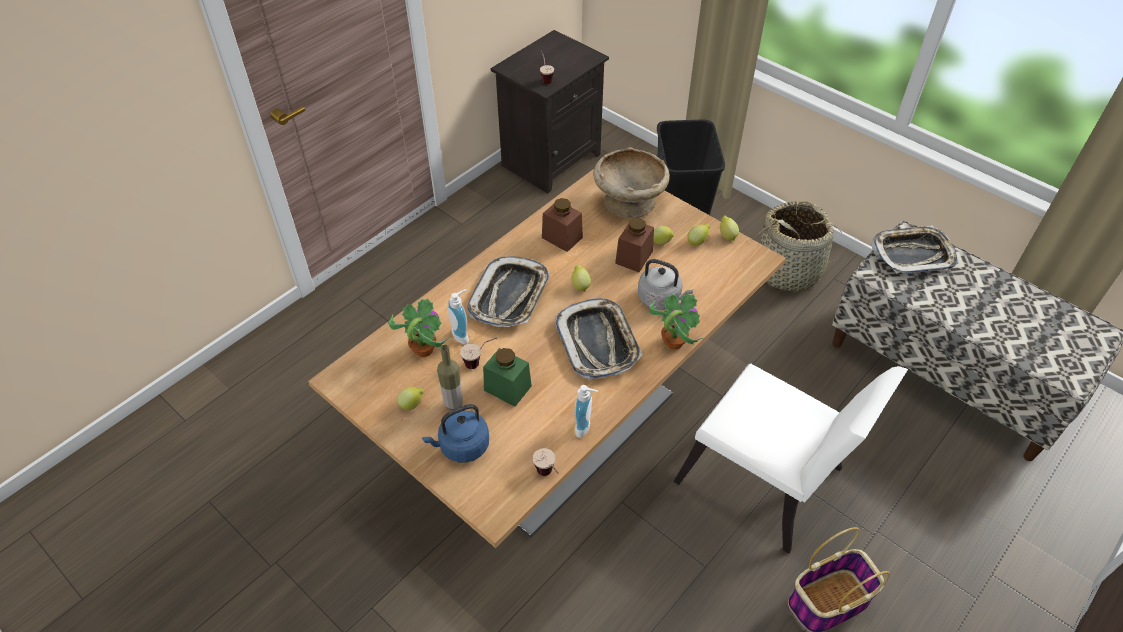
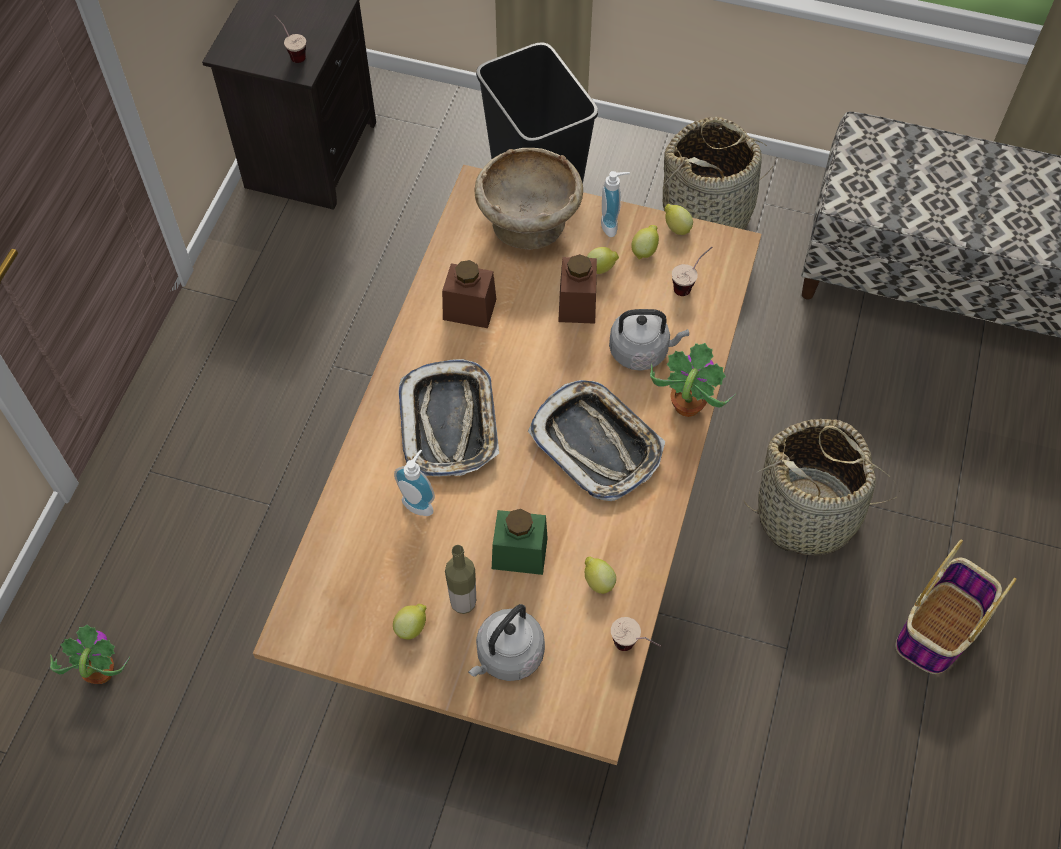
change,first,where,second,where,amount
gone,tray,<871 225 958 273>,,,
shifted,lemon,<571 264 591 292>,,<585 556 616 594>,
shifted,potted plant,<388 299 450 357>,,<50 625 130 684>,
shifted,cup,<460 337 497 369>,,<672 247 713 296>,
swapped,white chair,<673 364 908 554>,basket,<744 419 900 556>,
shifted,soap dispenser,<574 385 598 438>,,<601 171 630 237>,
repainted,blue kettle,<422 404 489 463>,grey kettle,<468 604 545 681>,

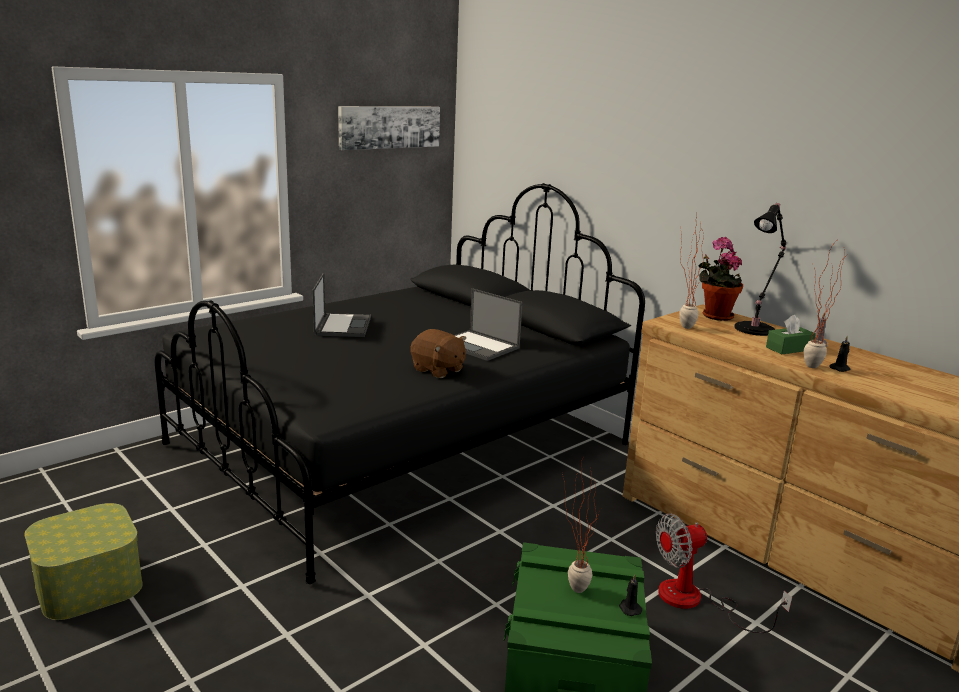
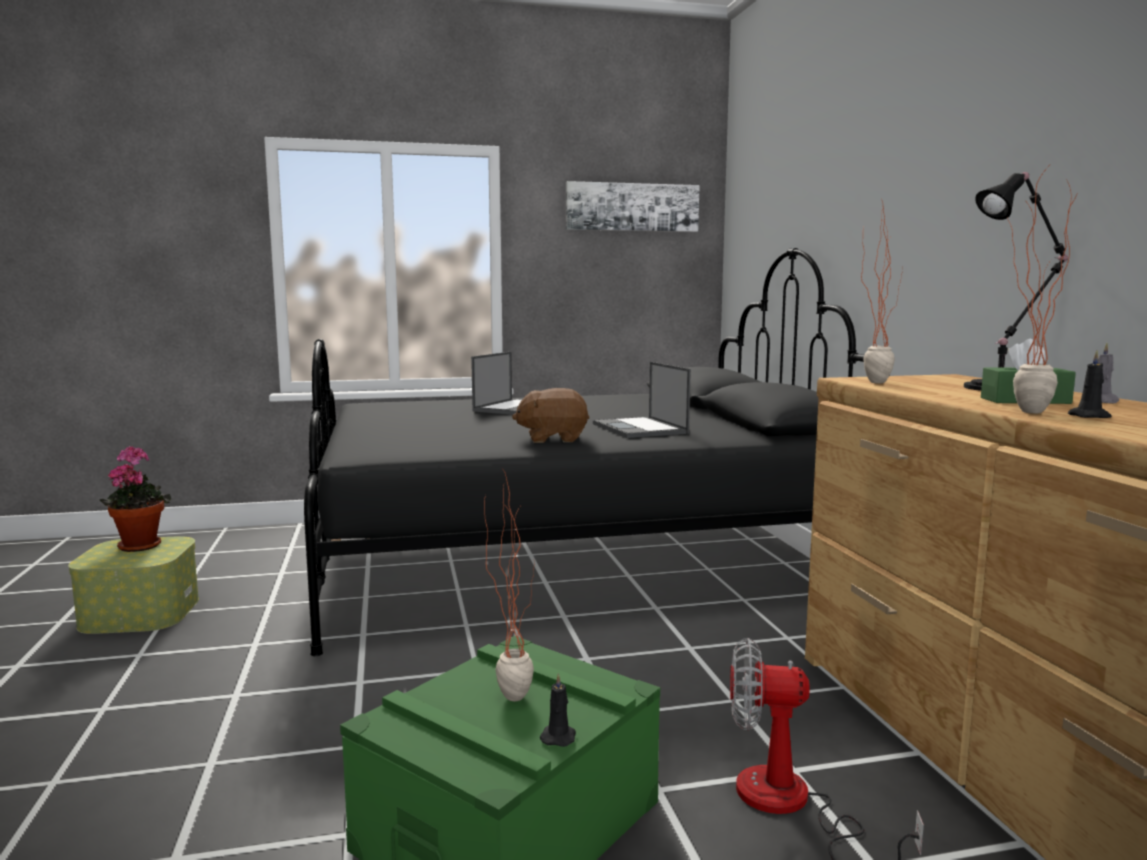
change,first,where,second,where,amount
shifted,potted plant,<699 237 743 321>,,<100 446 171 552>,
rotated,brown plush toy,<410 329 466 378>,,<512 388 589 443>,105 degrees clockwise

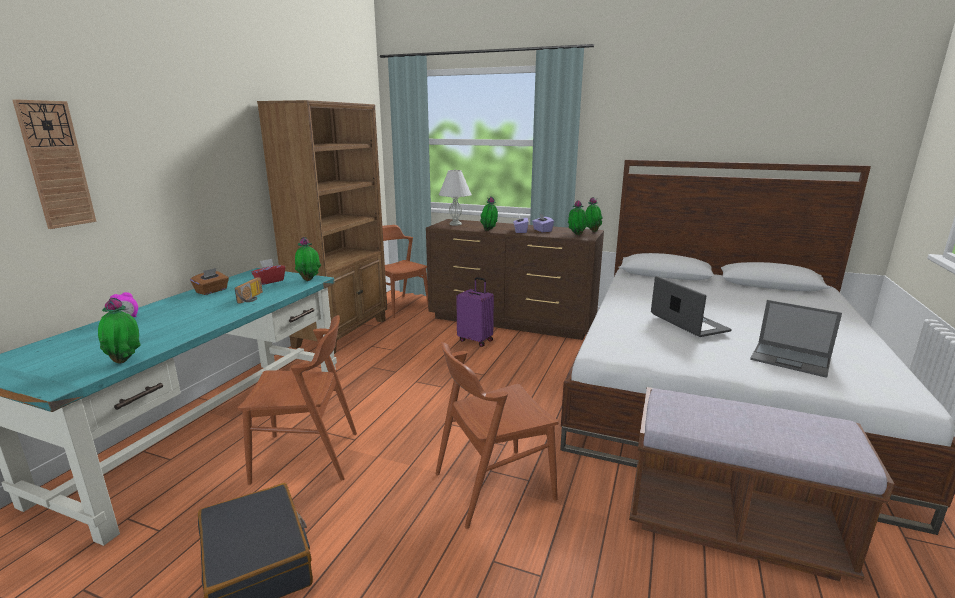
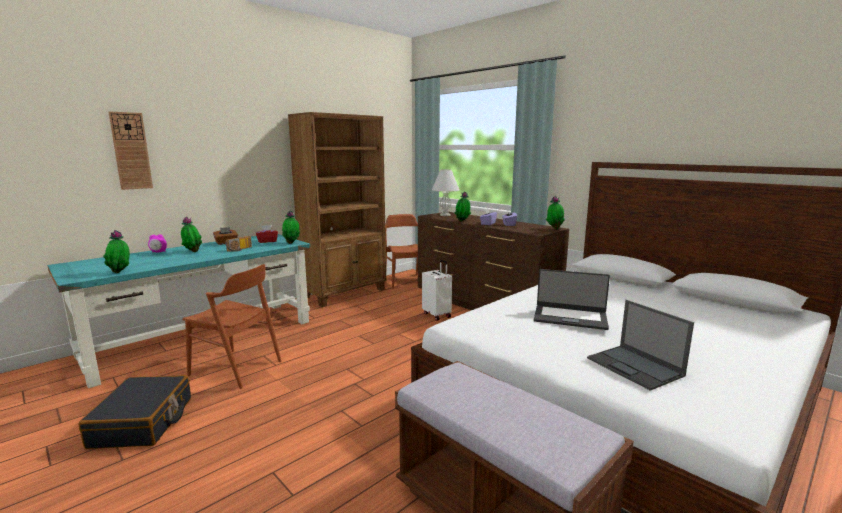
change,first,where,second,where,amount
shifted,potted plant,<568 200 587 235>,,<181 217 202 252>,
rotated,laptop,<651 276 732 337>,,<534 269 610 330>,105 degrees clockwise
repainted,purple suitcase,<456 277 494 347>,white suitcase,<422 260 452 321>,
gone,brown chair,<435 342 559 529>,,,

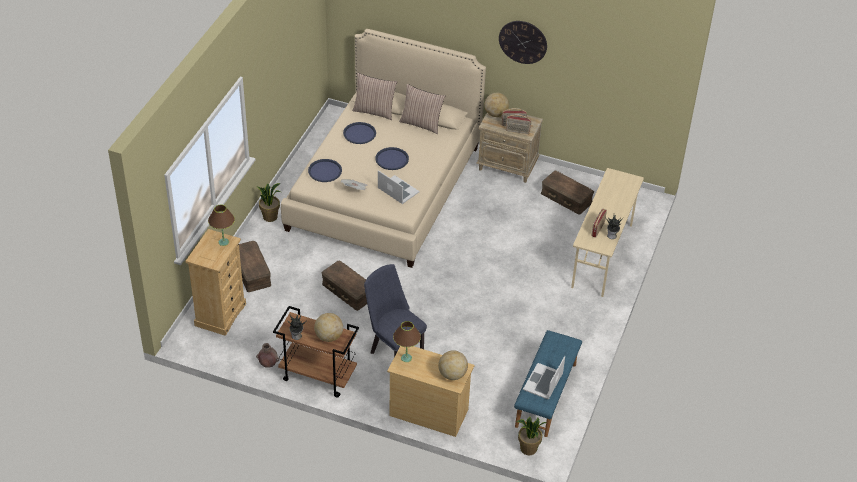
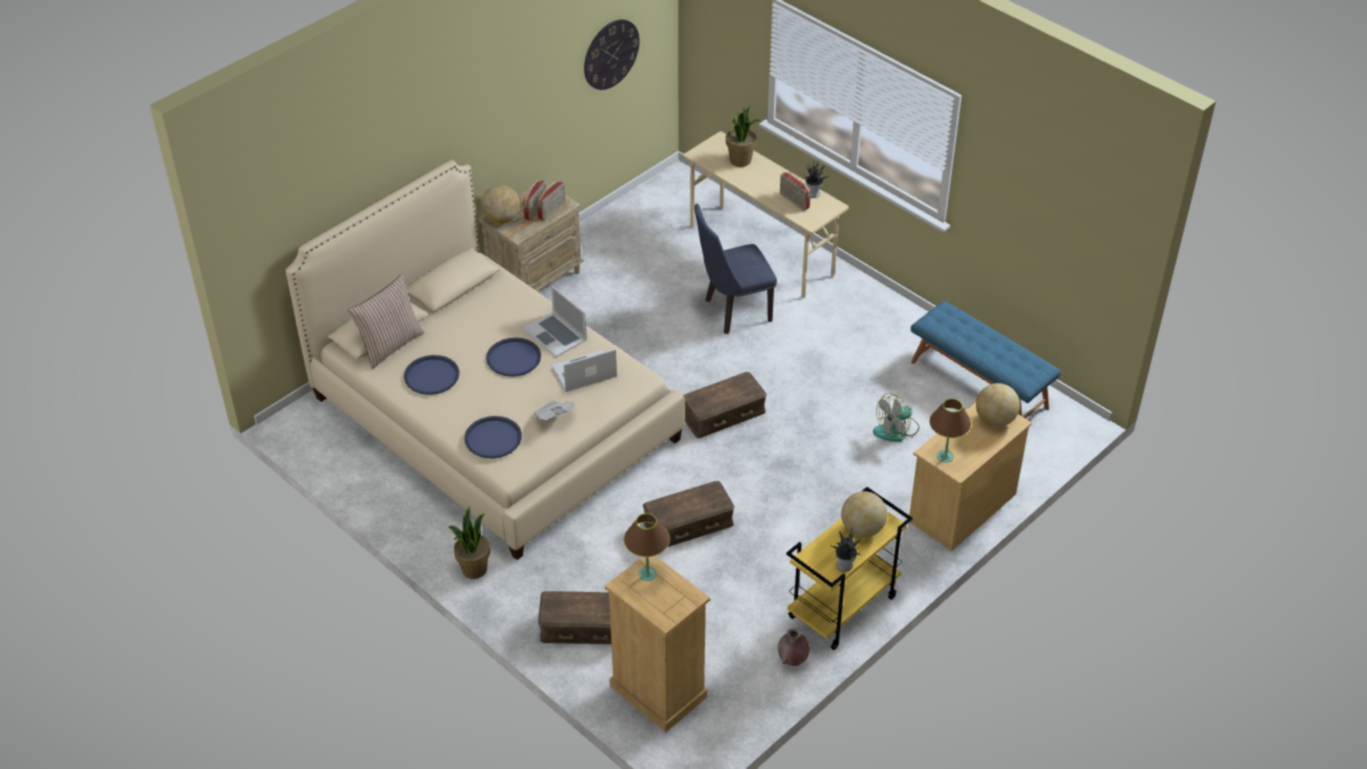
change,first,where,second,where,amount
shifted,wall clock,<499 21 547 64>,,<584 19 640 90>,
gone,pillow,<399 84 445 134>,,,
shifted,brown storage box,<541 171 594 215>,,<683 372 767 438>,
shifted,blue chair,<364 264 427 357>,,<694 204 777 334>,
repainted,brown cart,<273 306 359 398>,yellow cart,<786 487 913 650>,
shifted,laptop,<523 356 565 400>,,<523 285 587 358>,
shifted,potted plant,<516 417 547 456>,,<726 105 762 167>,
new,,,fan,<873 393 919 442>,

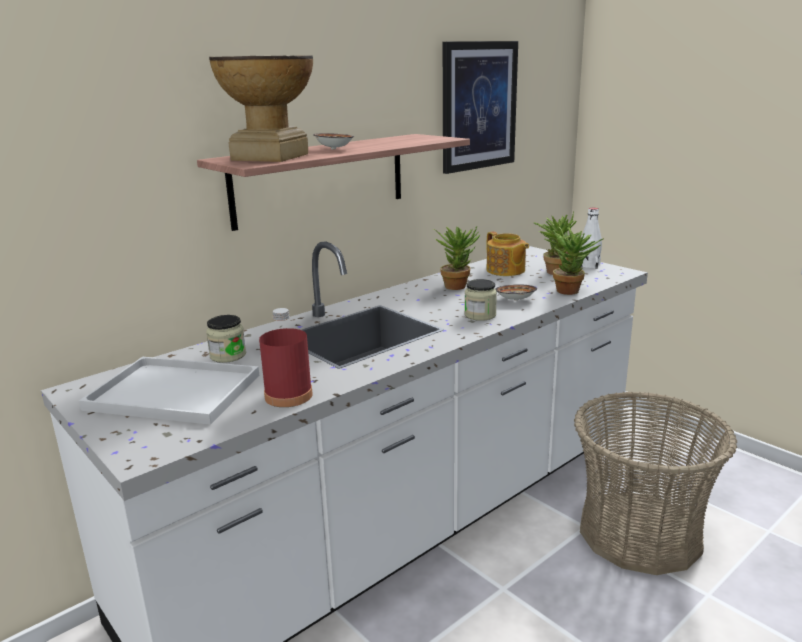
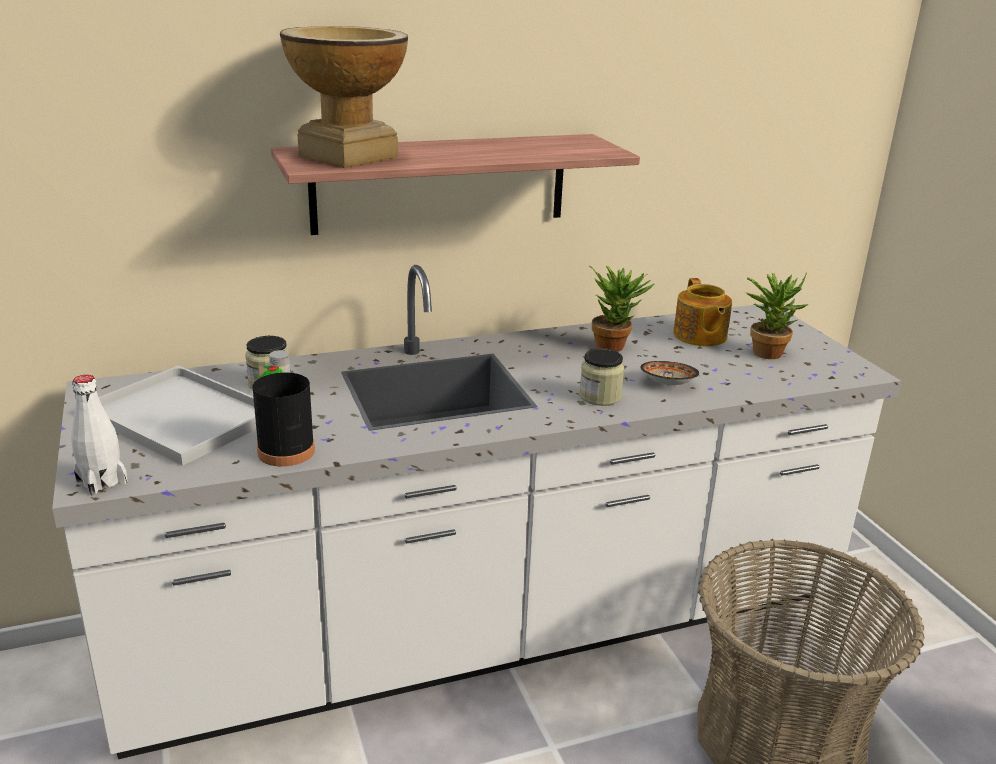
change,first,where,second,where,amount
gone,picture,<443 41 518 174>,,,
gone,bowl,<313 133 354 149>,,,
shifted,white bottle,<580 208 602 269>,,<71 375 128 495>,
gone,potted plant,<553 227 604 295>,,,
repainted,red bottle,<259 308 313 407>,black bottle,<252 350 315 467>,

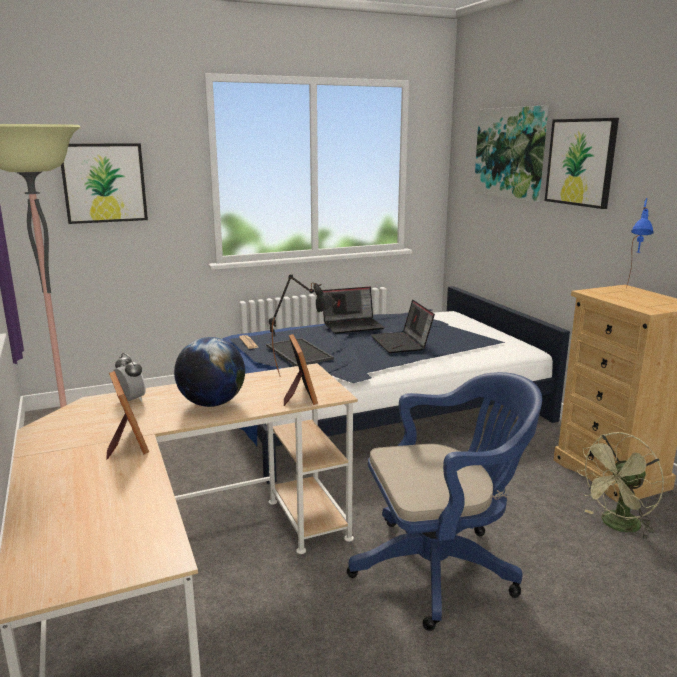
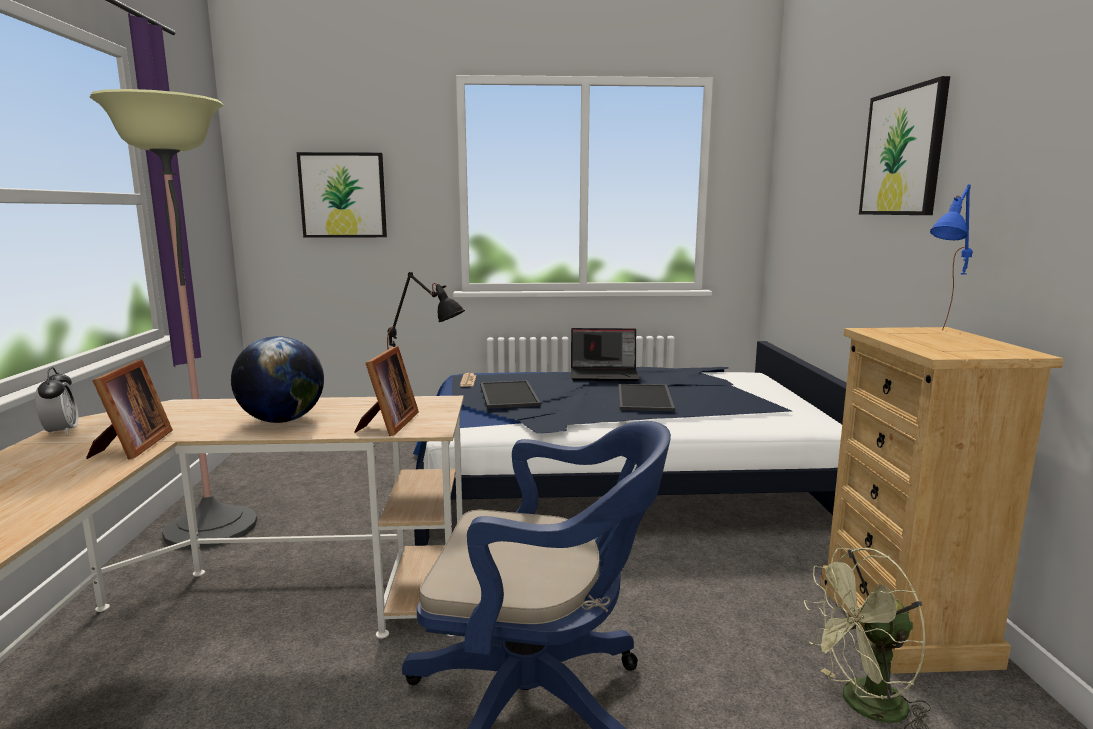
change,first,where,second,where,amount
gone,picture,<474 105 548 202>,,,
swapped,laptop,<371 299 435 353>,tray,<618 384 675 411>,
shifted,alarm clock,<114 353 146 402>,,<35 367 78 435>,

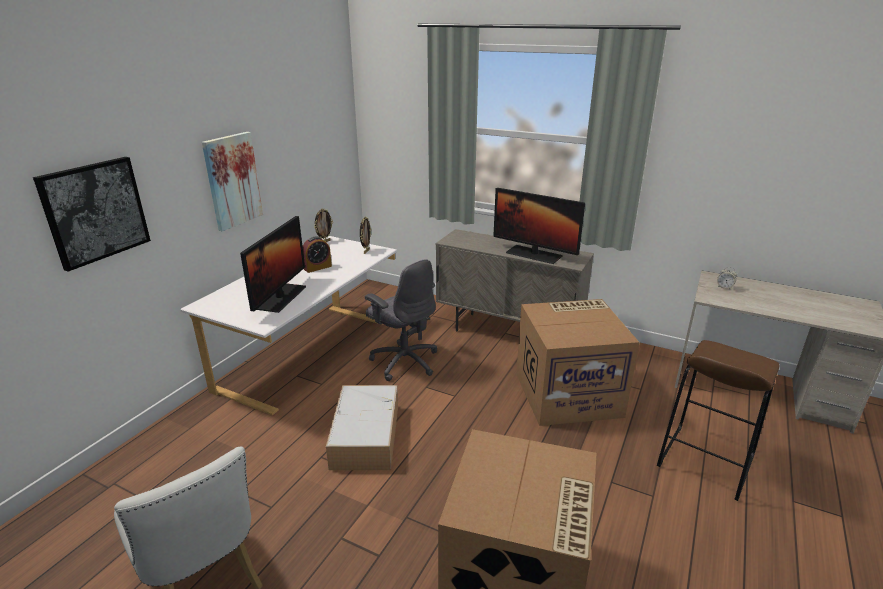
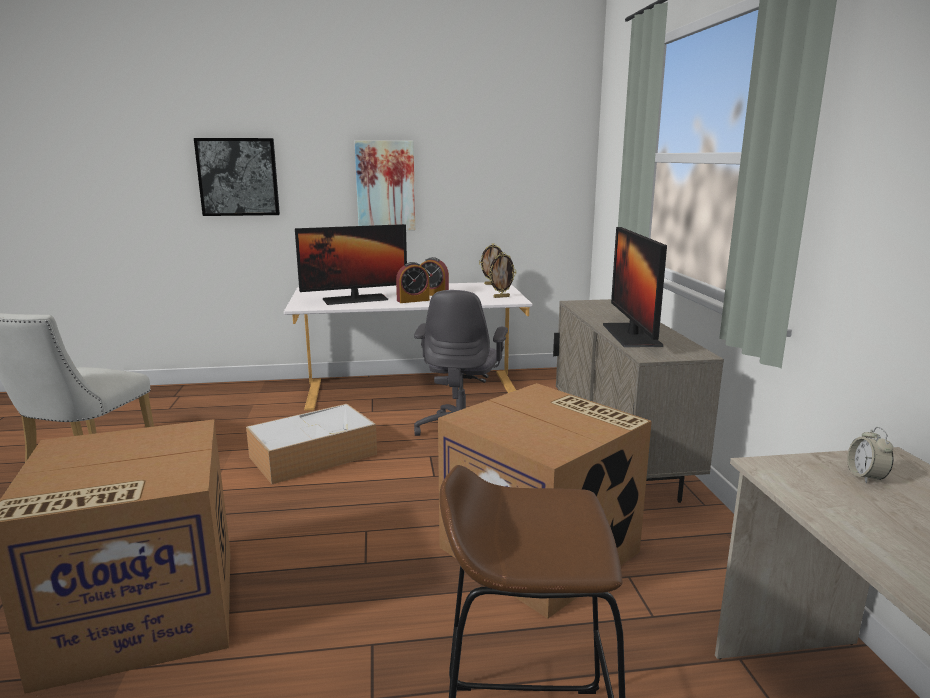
change,first,where,second,where,amount
new,,,alarm clock,<396 262 430 303>,

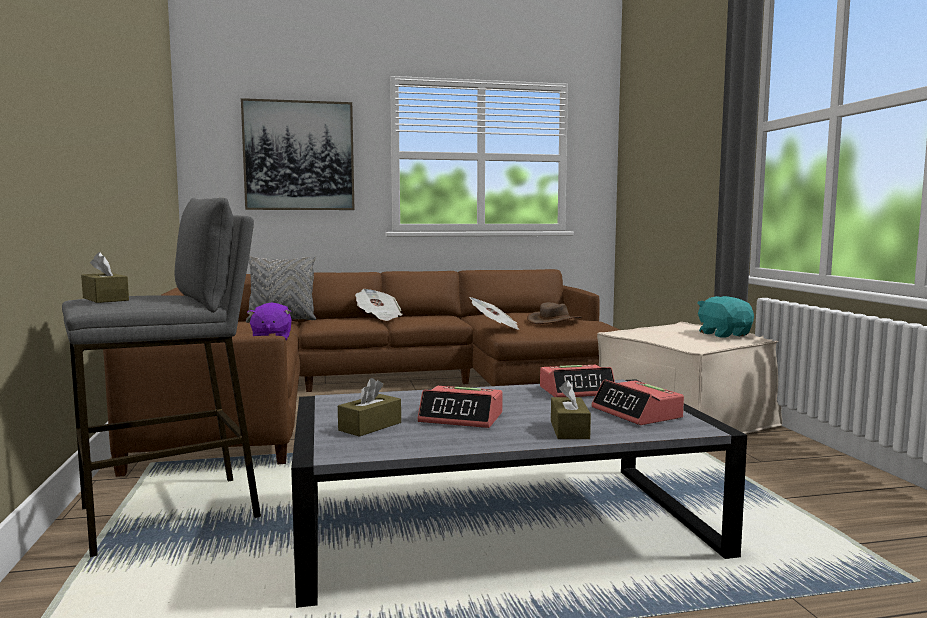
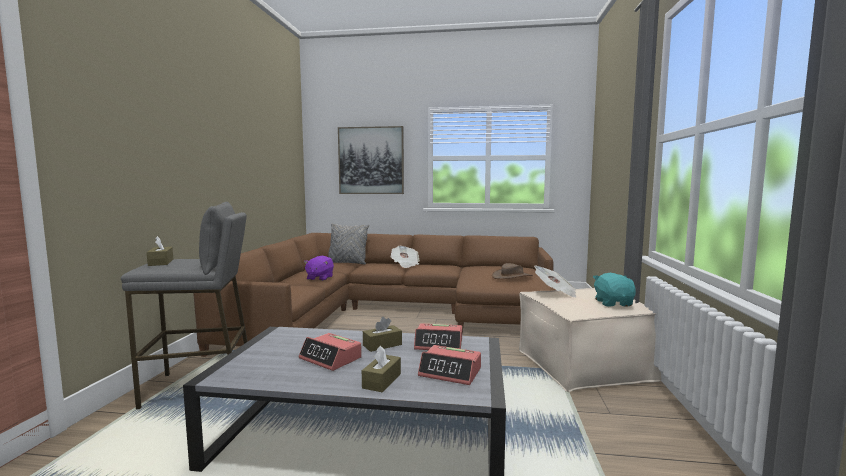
change,first,where,second,where,amount
shifted,newspaper,<469 297 519 330>,,<534 266 576 298>,
shifted,brown tissue box,<338 378 401 437>,,<363 317 402 352>,
rotated,alarm clock,<591 379 684 425>,,<418 345 481 385>,60 degrees counterclockwise

